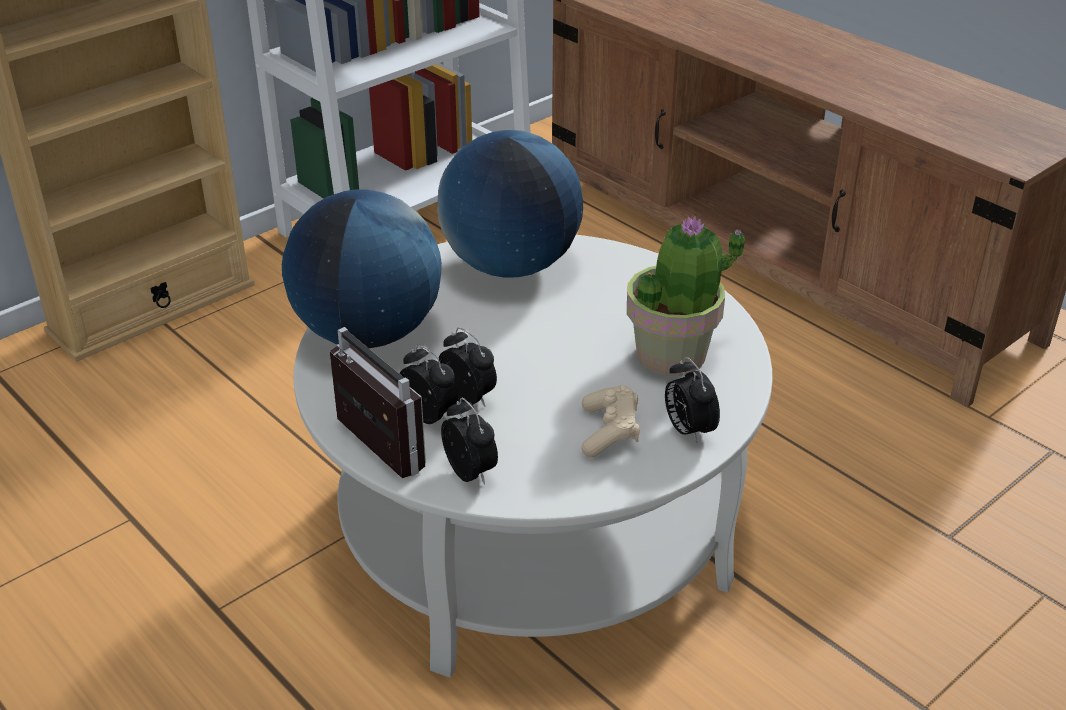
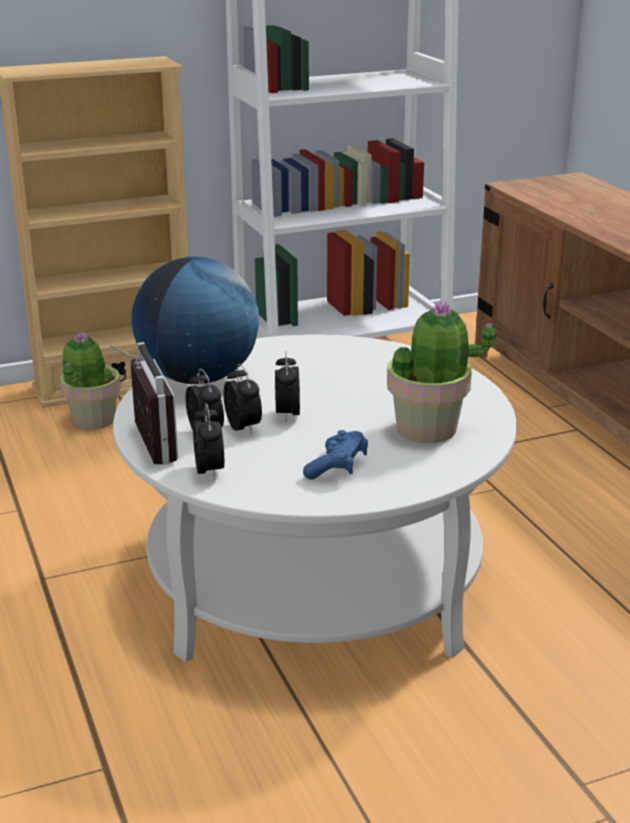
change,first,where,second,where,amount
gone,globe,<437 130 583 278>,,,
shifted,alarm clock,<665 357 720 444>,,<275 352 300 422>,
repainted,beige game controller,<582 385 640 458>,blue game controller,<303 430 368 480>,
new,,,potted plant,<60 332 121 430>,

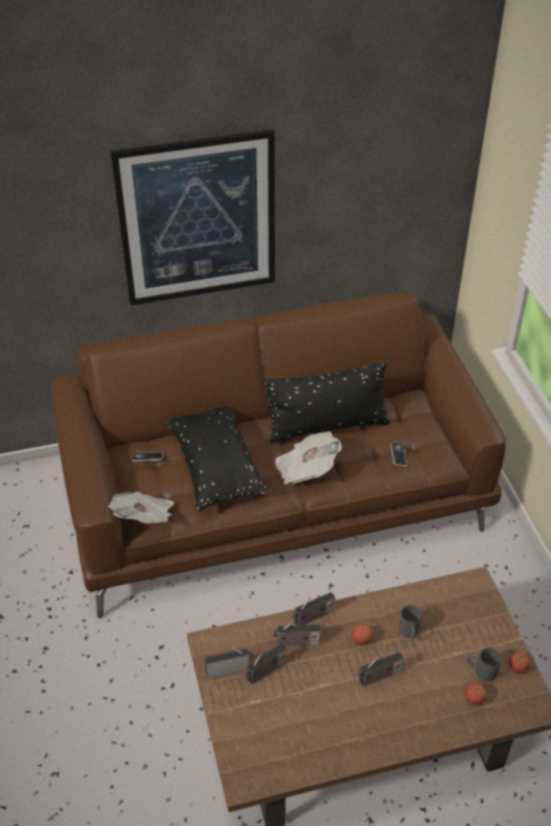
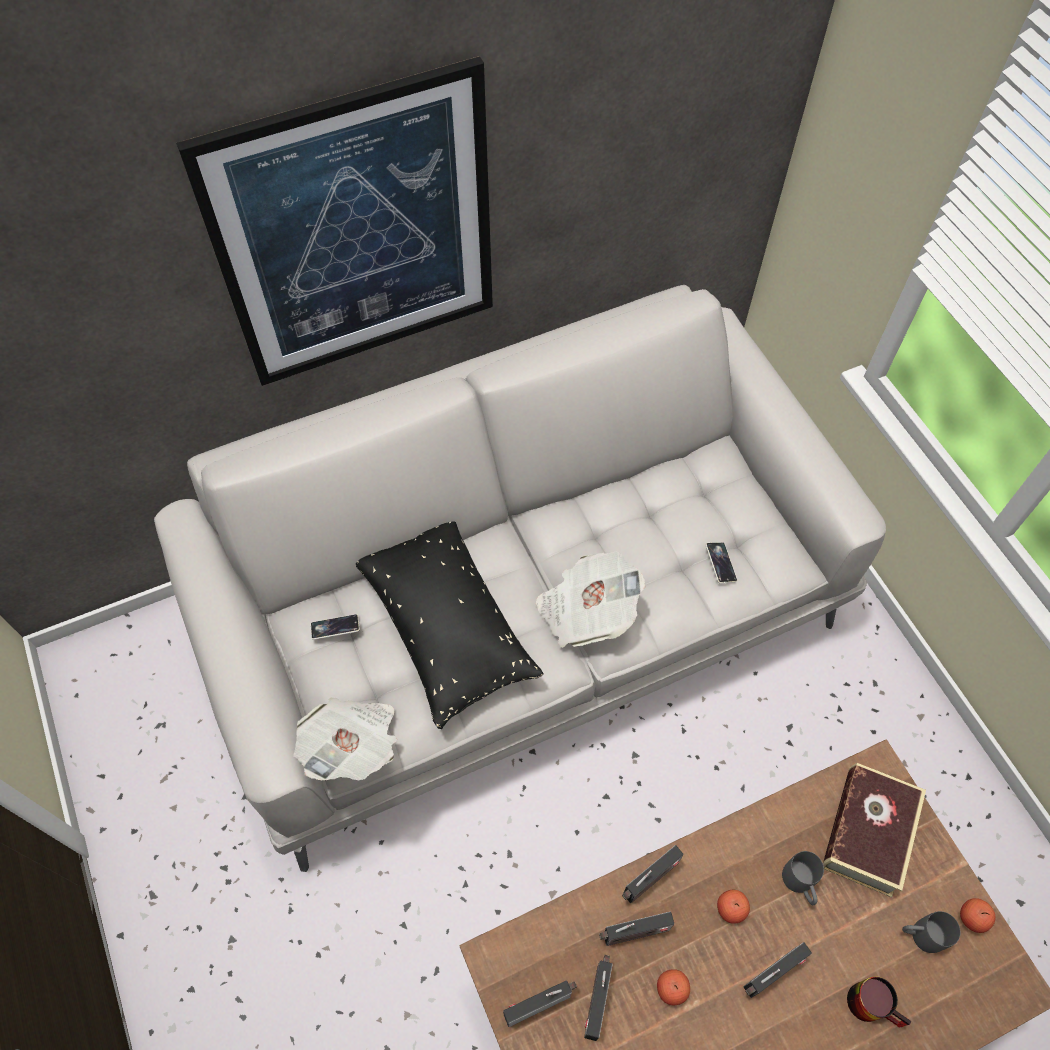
change,first,where,second,where,amount
repainted,brown sofa,<52 292 506 619>,grey sofa,<154 285 886 872>,
gone,black pillow,<265 361 390 443>,,,
rotated,radio,<244 643 286 685>,,<584 955 613 1041>,150 degrees clockwise
shifted,apple,<465 683 487 706>,,<657 969 690 1005>,
new,,,book,<823 763 926 897>,
new,,,mug,<847 977 911 1028>,

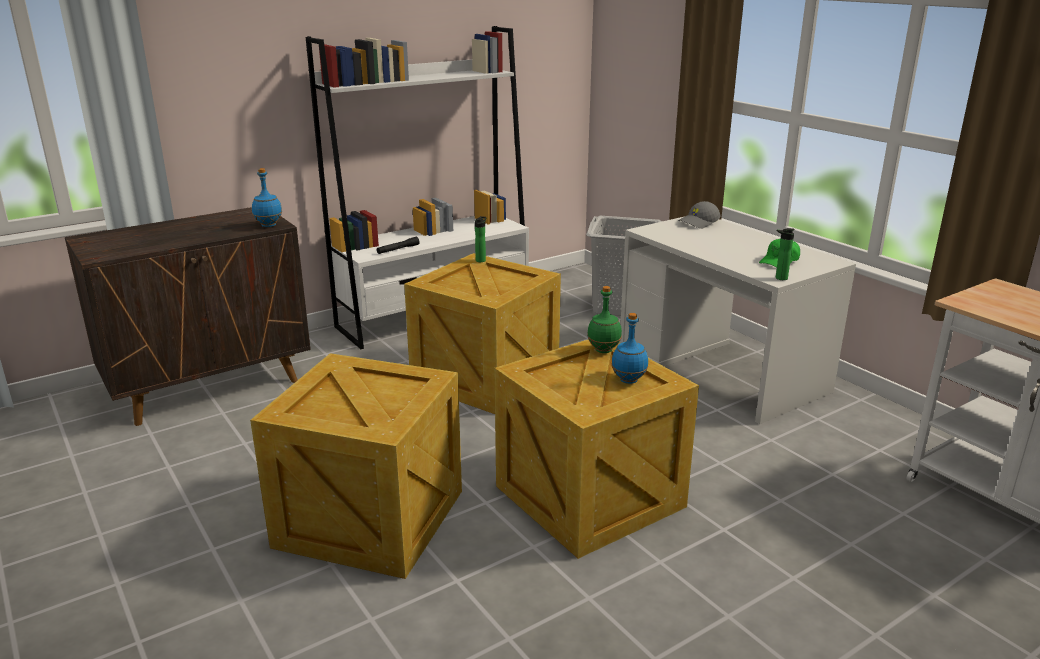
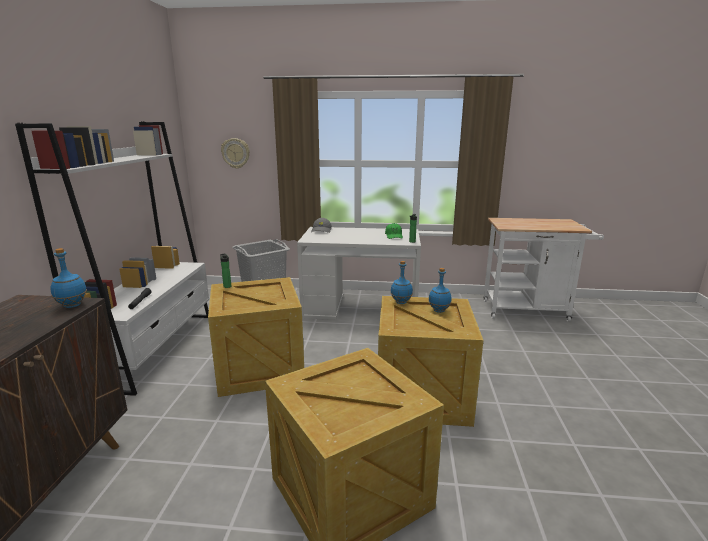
change,first,where,second,where,amount
repainted,green bottle,<587 286 622 353>,blue bottle,<390 261 413 304>,
new,,,wall clock,<221 138 250 169>,

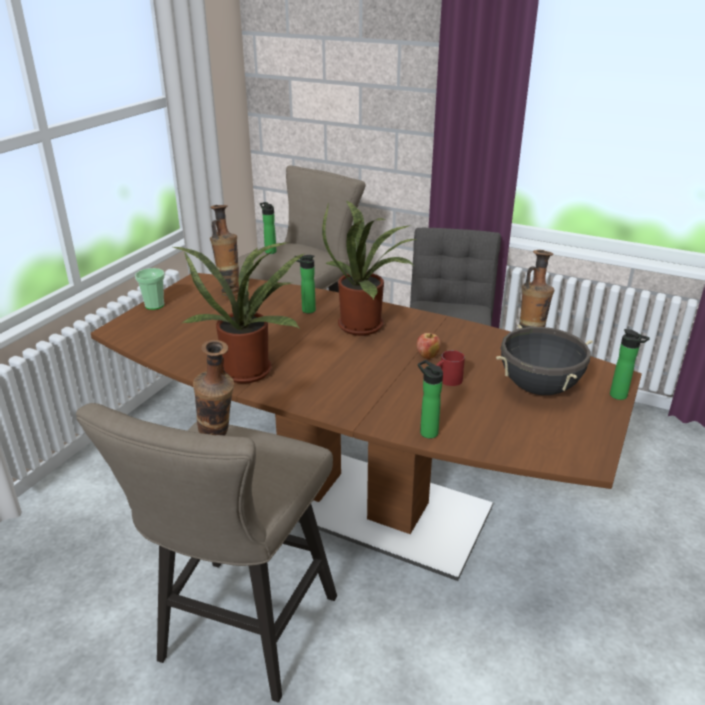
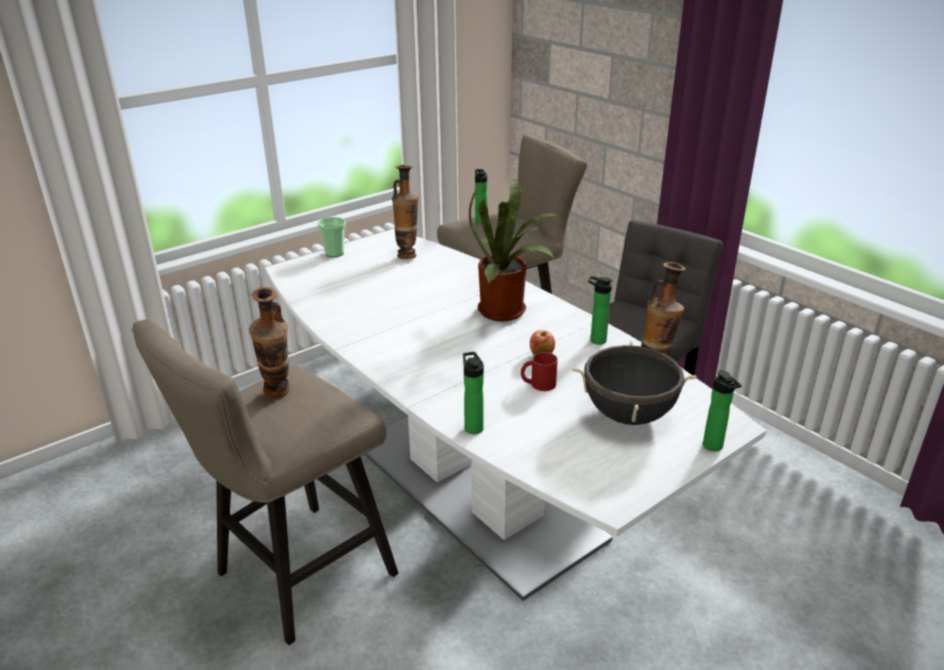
change,first,where,second,where,amount
gone,potted plant,<171 243 306 384>,,,
shifted,bottle,<294 255 316 313>,,<588 276 613 345>,
repainted,brown dining table,<91 273 642 581>,white dining table,<265 229 766 601>,

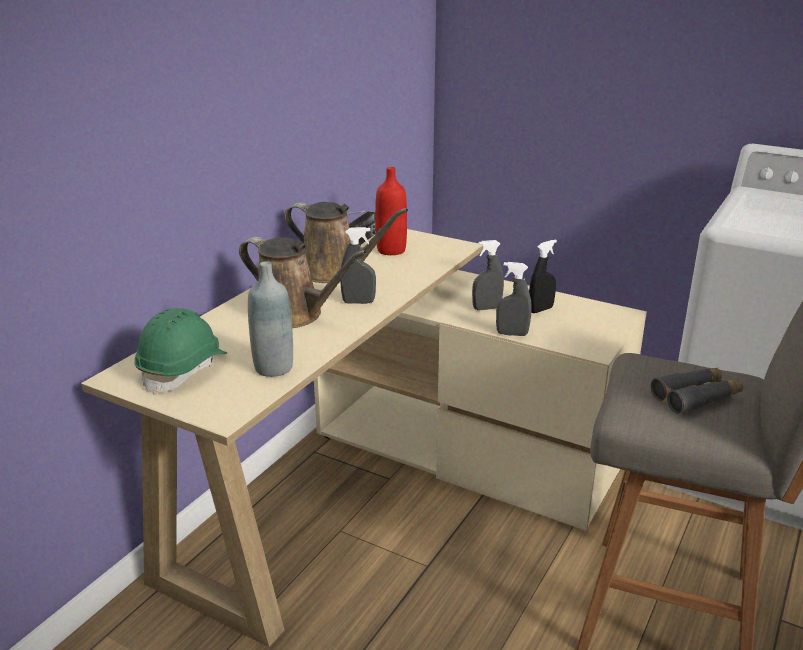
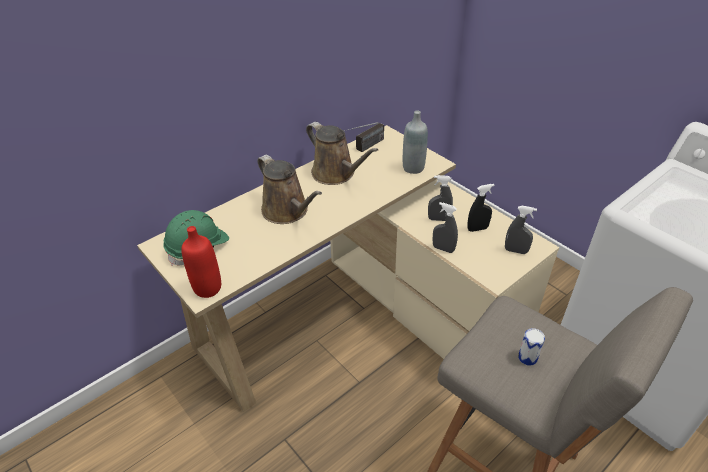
change,first,where,second,where,amount
shifted,red bottle,<375 167 407 255>,,<181 226 221 298>,
shifted,grey spray bottle,<340 227 376 304>,,<505 206 537 254>,
shifted,grey bottle,<248 261 293 377>,,<403 110 428 174>,
swapped,grey binoculars,<651 368 743 414>,can,<518 328 545 366>,

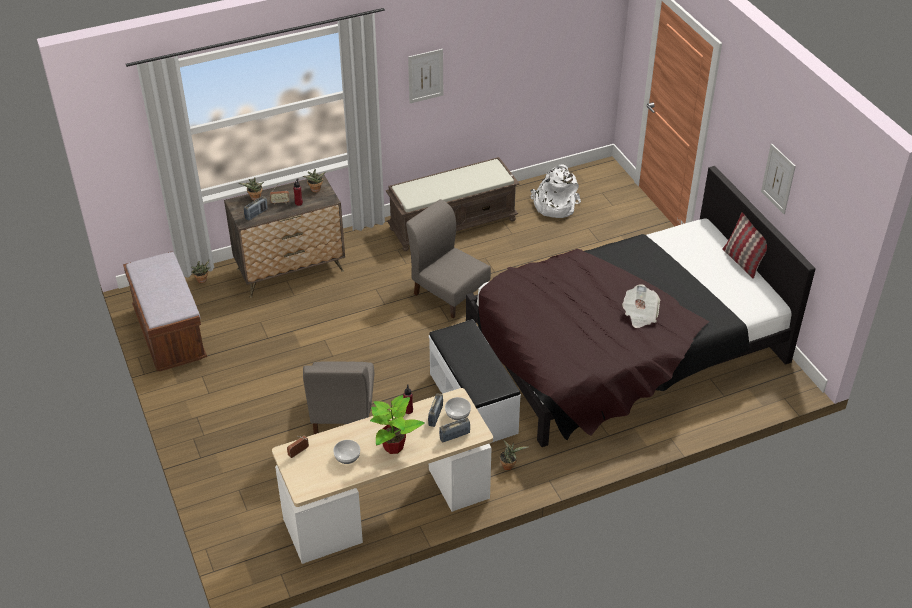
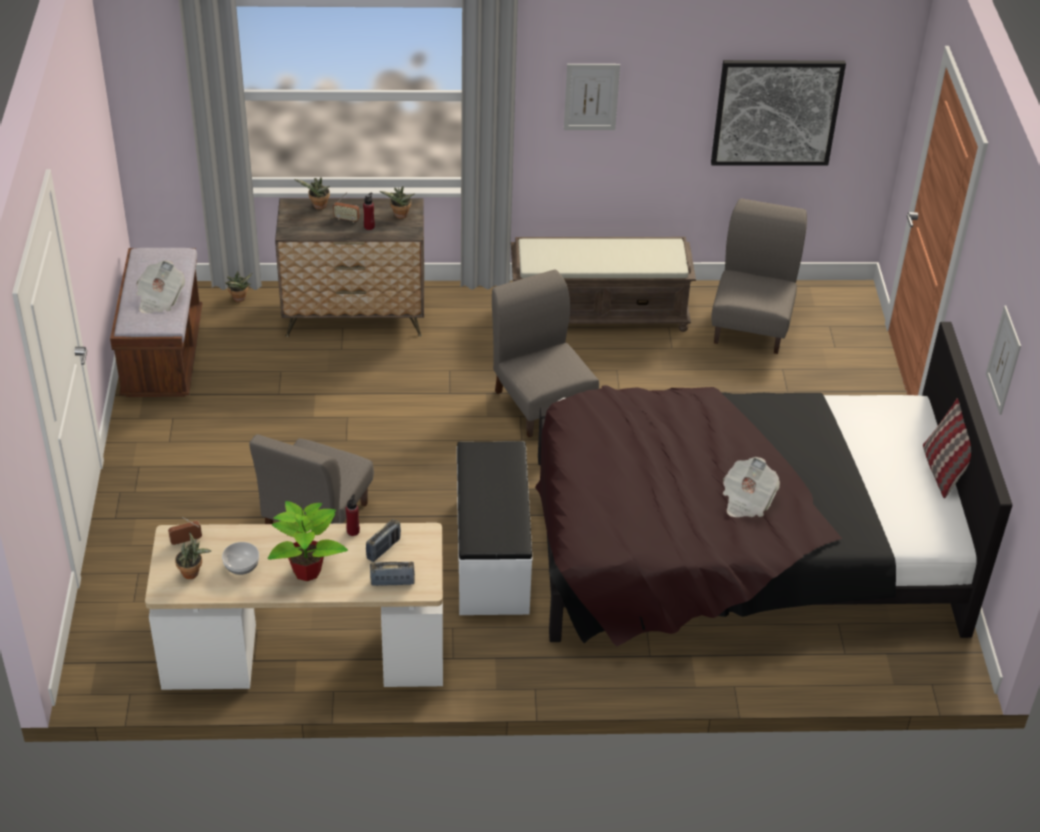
change,first,where,second,where,amount
swapped,white backpack,<531 165 581 218>,grey chair,<711 199 807 354>,
gone,radio,<244 196 268 221>,,,
gone,bowl,<445 397 471 420>,,,
shifted,potted plant,<500 440 528 470>,,<175 532 212 579>,
new,,,picture,<711 60 846 166>,
new,,,newspaper,<136 260 185 313>,

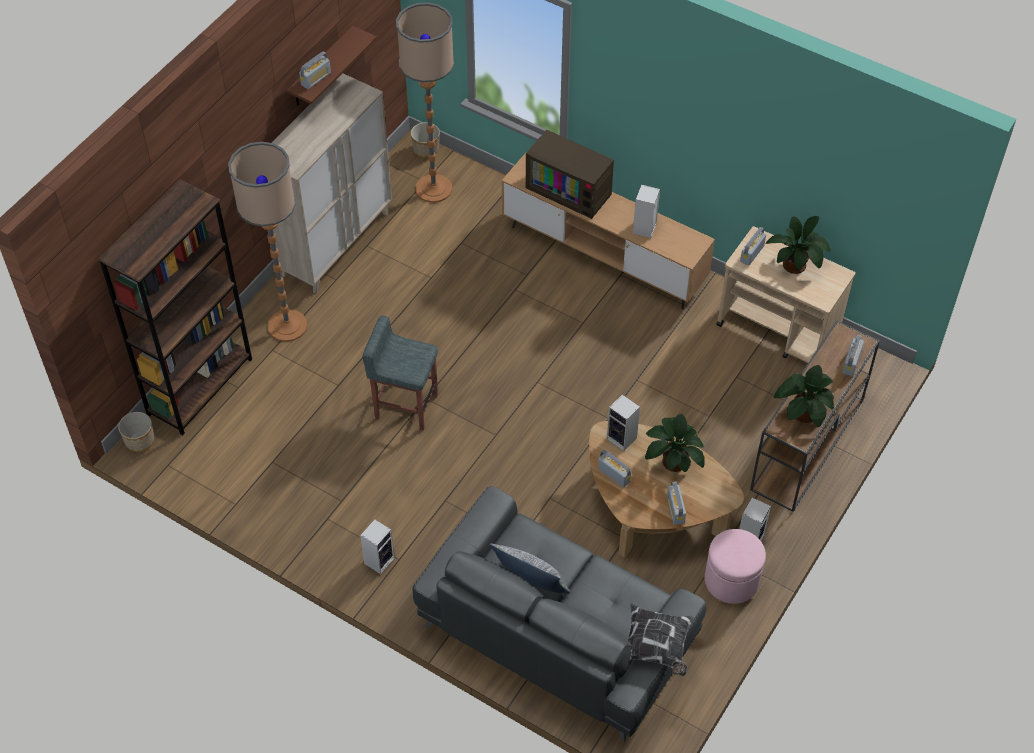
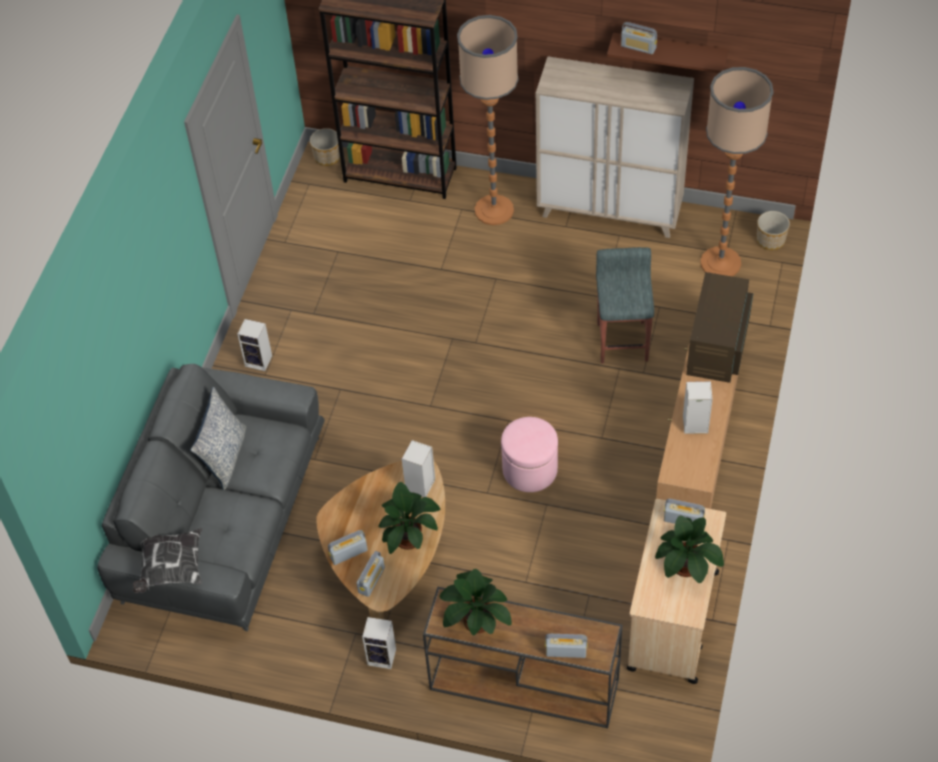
change,first,where,second,where,amount
shifted,grey stool,<363 316 438 430>,,<596 247 654 364>,
shifted,radio,<598 450 631 488>,,<357 551 385 597>,
shifted,pink ottoman,<705 529 766 604>,,<501 417 558 492>,

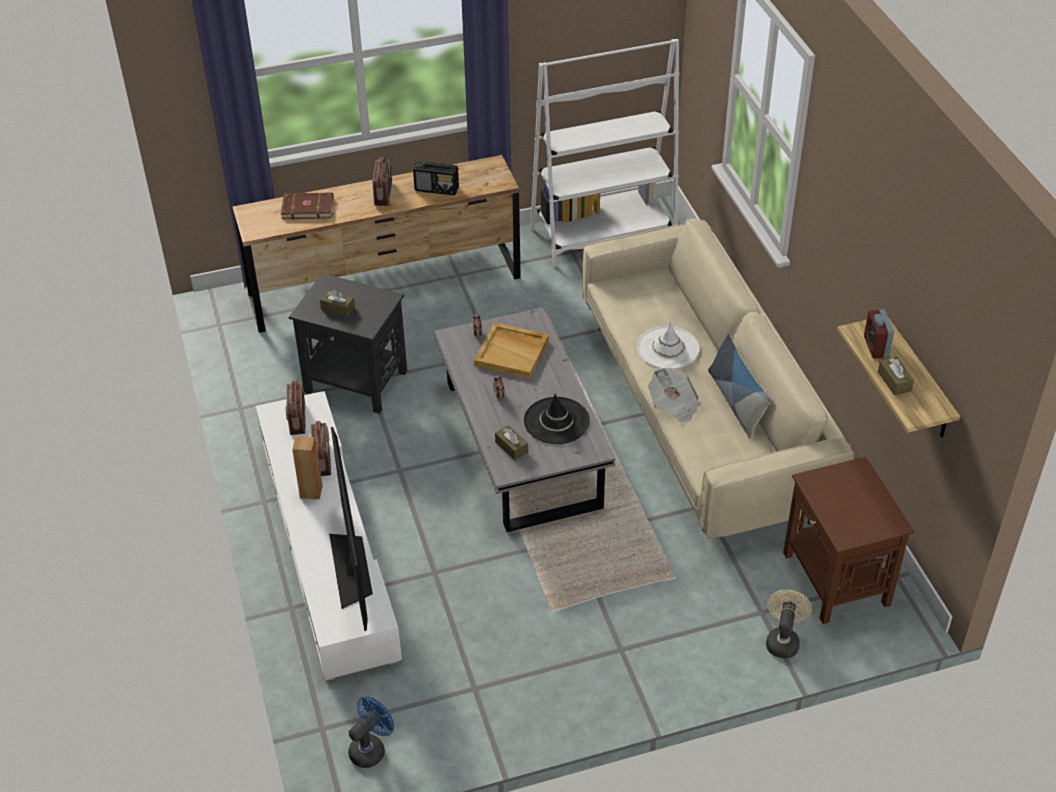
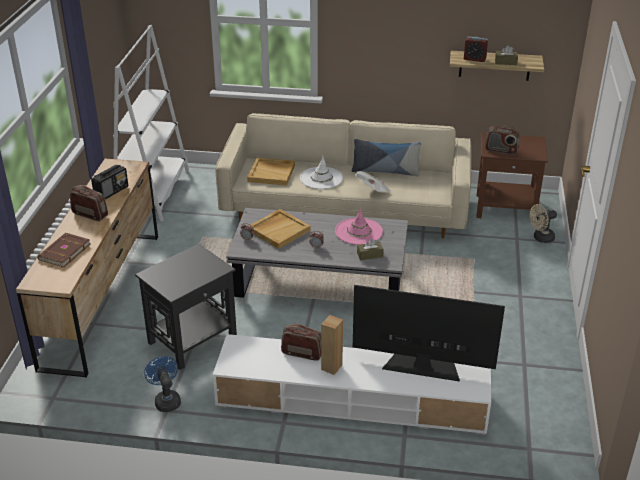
change,first,where,second,where,amount
gone,brown tissue box,<320 289 355 317>,,,
shifted,radio,<286 381 306 435>,,<485 125 520 155>,
repainted,black hat,<524 394 590 444>,pink hat,<335 208 383 245>,
rotated,beige fan,<766 590 812 658>,,<530 204 557 243>,60 degrees counterclockwise
shifted,blue fan,<348 696 394 768>,,<144 356 181 412>,
new,,,beige tray,<247 158 295 186>,

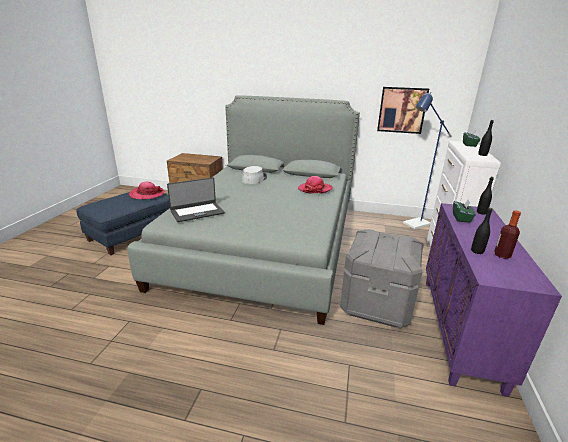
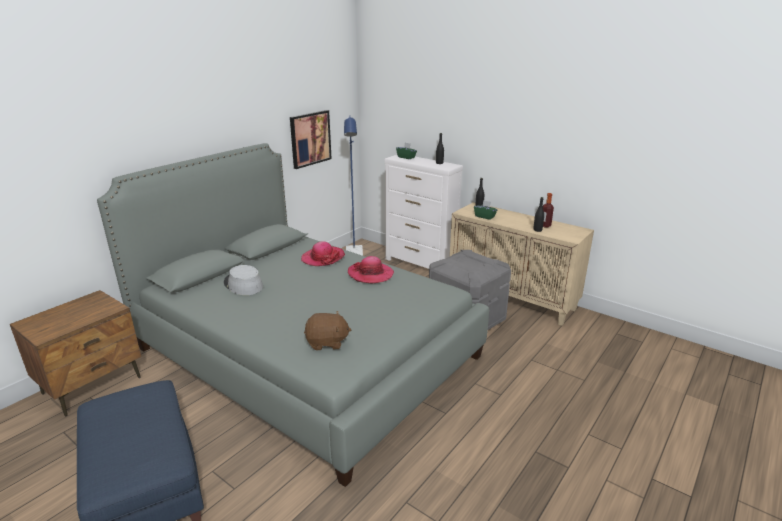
change,first,where,second,where,amount
swapped,laptop,<167 177 225 222>,brown plush toy,<304 311 351 350>,
shifted,hat,<129 182 164 199>,,<348 256 394 283>,
repainted,purple cabinet,<426 203 562 397>,beige cabinet,<450 202 594 326>,

